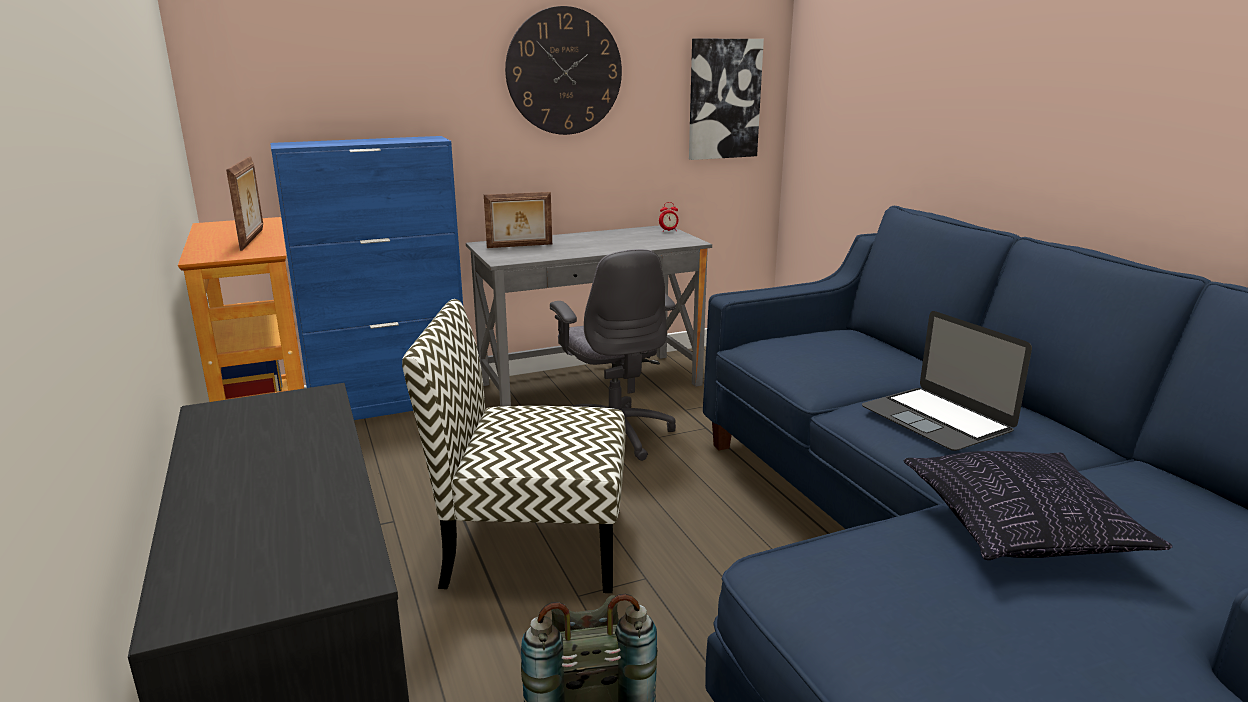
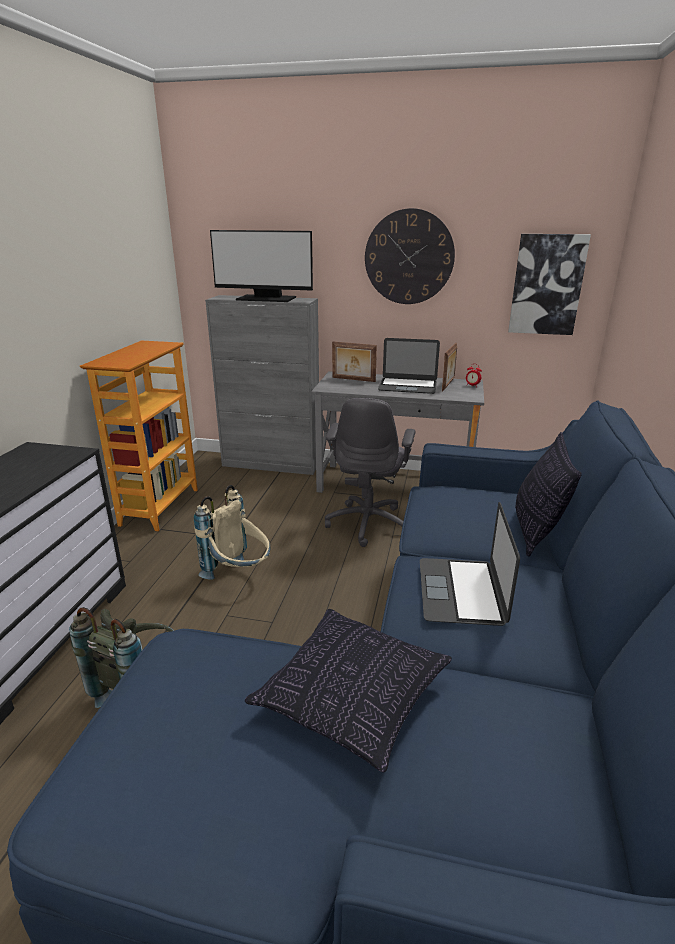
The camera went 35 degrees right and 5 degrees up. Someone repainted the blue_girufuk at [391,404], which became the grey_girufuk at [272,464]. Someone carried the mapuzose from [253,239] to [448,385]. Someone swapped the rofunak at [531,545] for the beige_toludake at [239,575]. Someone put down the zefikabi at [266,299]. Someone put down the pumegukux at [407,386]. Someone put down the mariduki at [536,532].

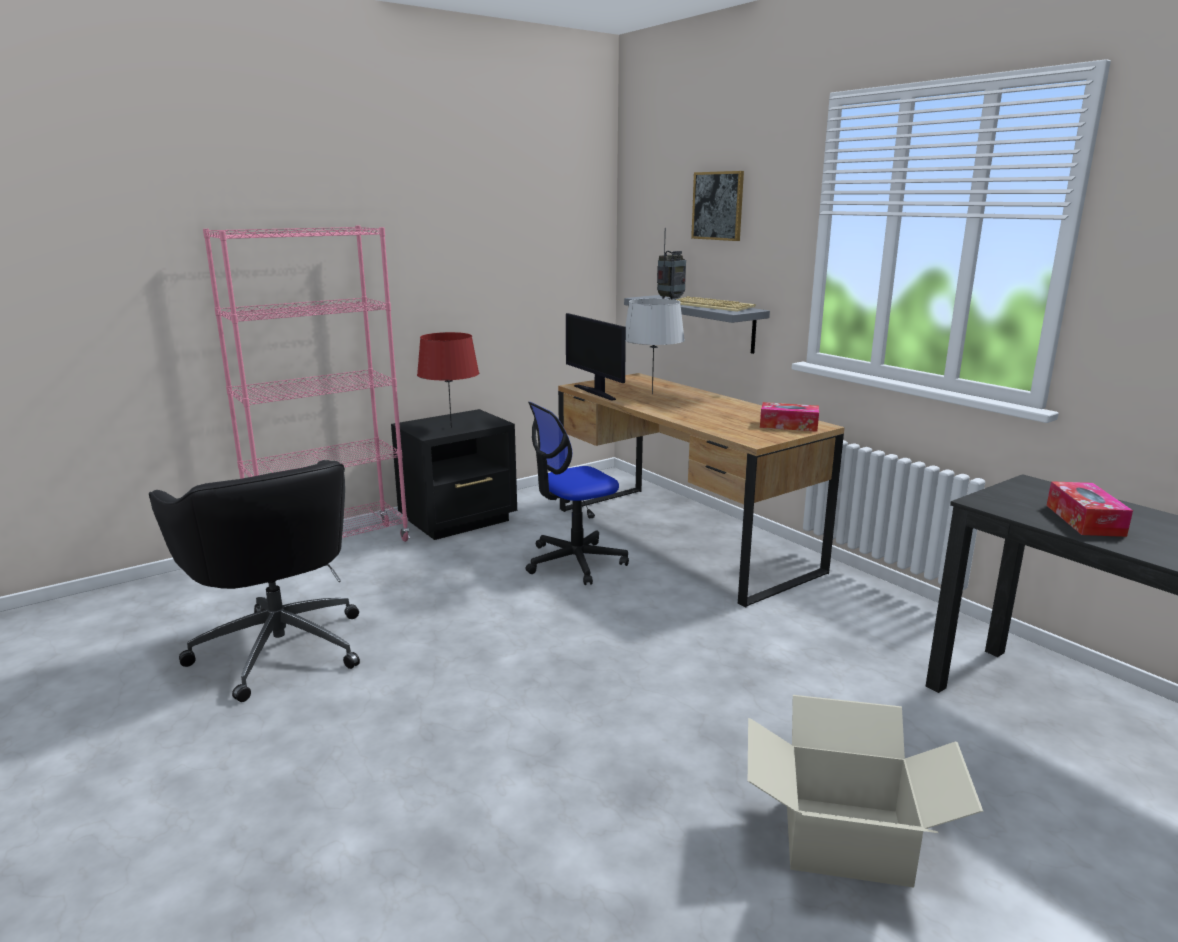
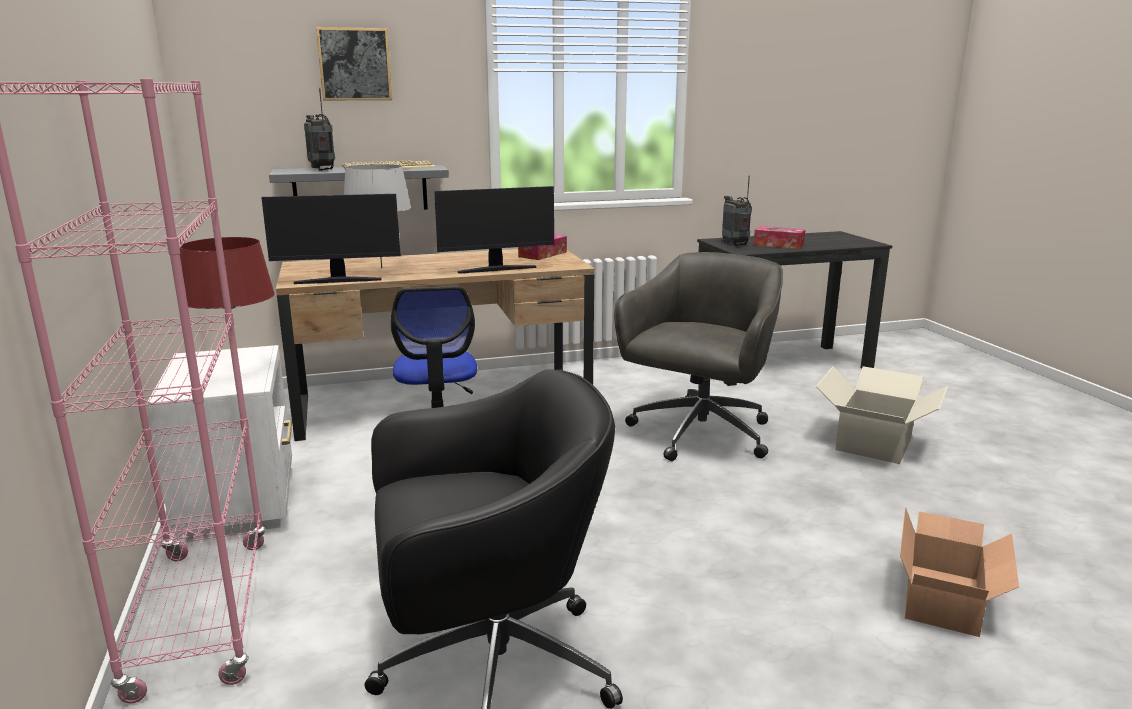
The camera went 70 degrees left and 0 degrees up. Someone repainted the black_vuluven at [460,521], which became the white_vuluven at [241,503]. Someone put down the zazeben at [735,244]. Someone put down the zefikabi at [496,269]. Someone put down the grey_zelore at [698,435]. Someone put down the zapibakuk at [947,598].

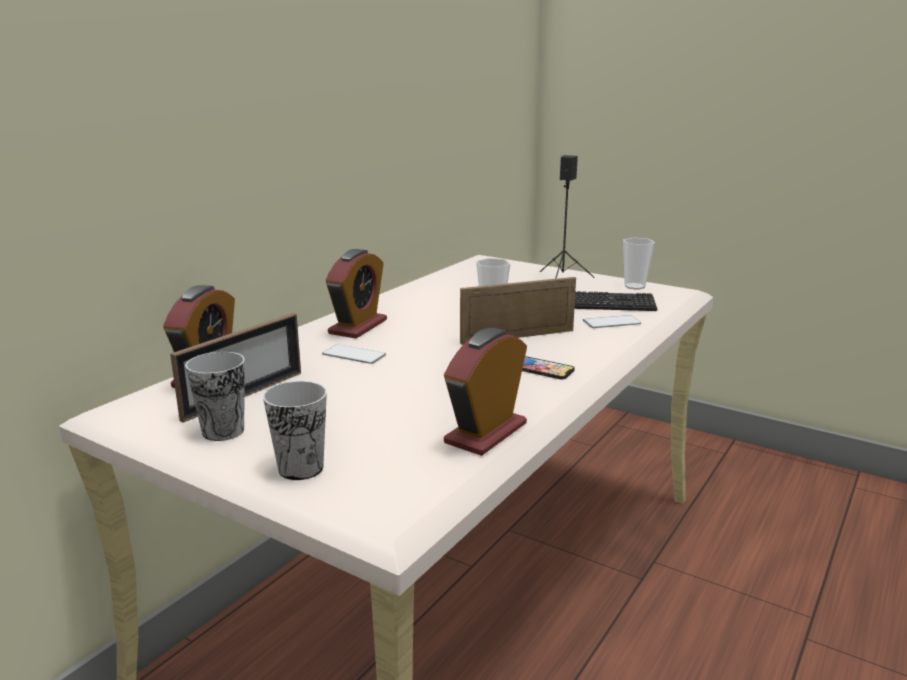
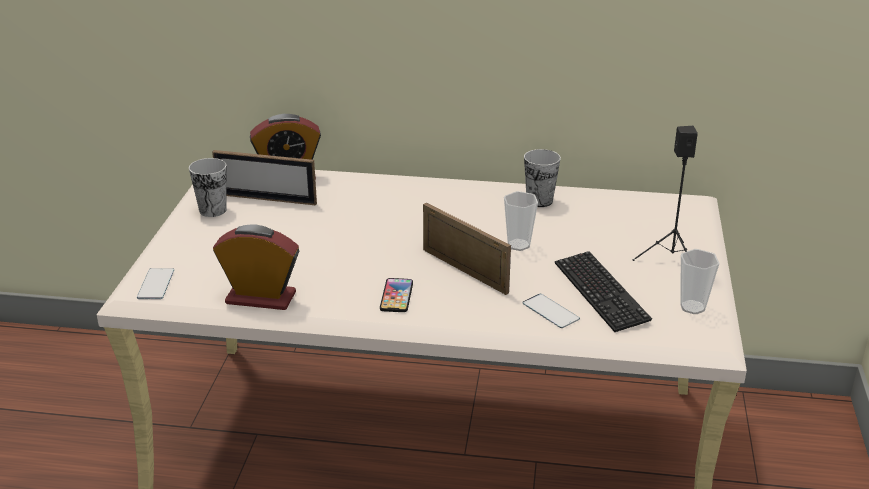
The camera went 65 degrees right and 10 degrees up. Someone took away the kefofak at [358,327]. Someone carried the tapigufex from [354,355] to [156,284]. Someone carried the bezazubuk from [301,468] to [539,201].

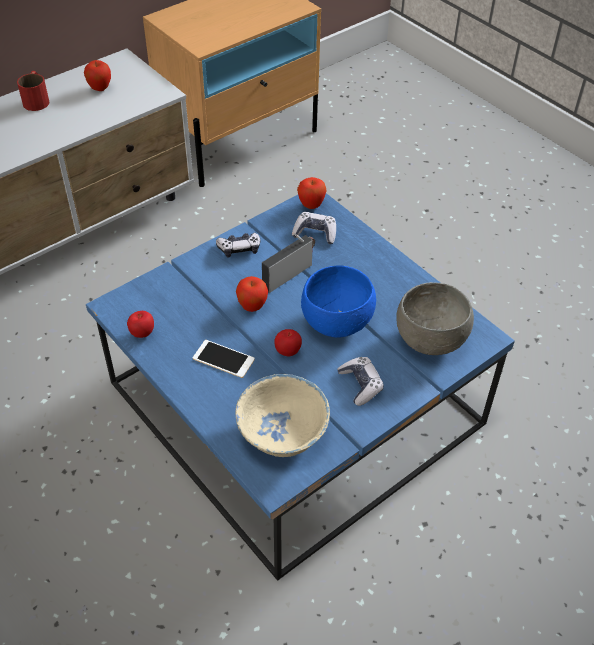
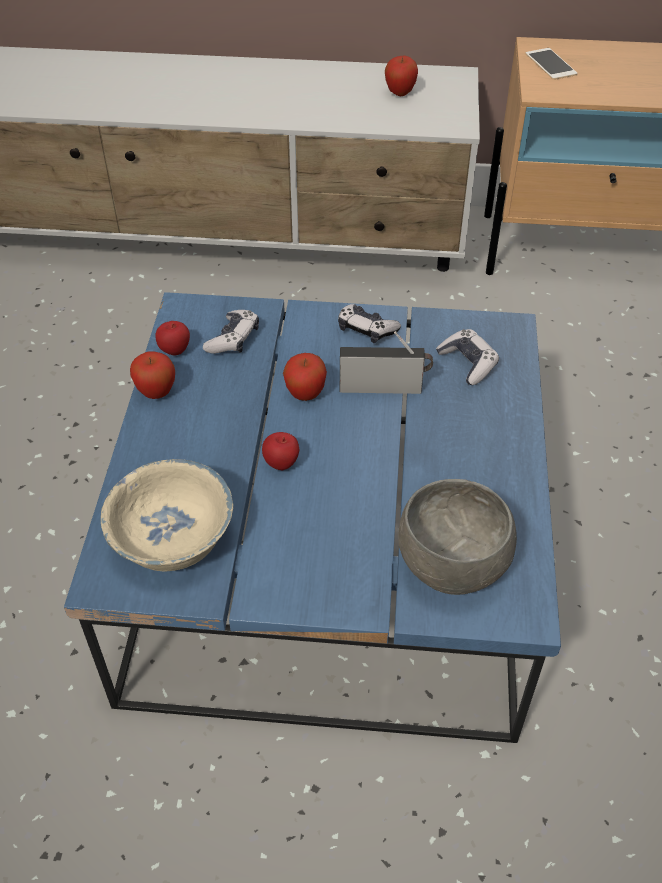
The camera went 45 degrees right and 0 degrees up. Someone took away the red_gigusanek at [37,99]. Someone carried the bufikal from [311,205] to [156,393]. Someone took away the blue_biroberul at [336,322]. Someone carried the tapigufex from [223,359] to [550,64]. Someone carried the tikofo from [360,385] to [233,339].

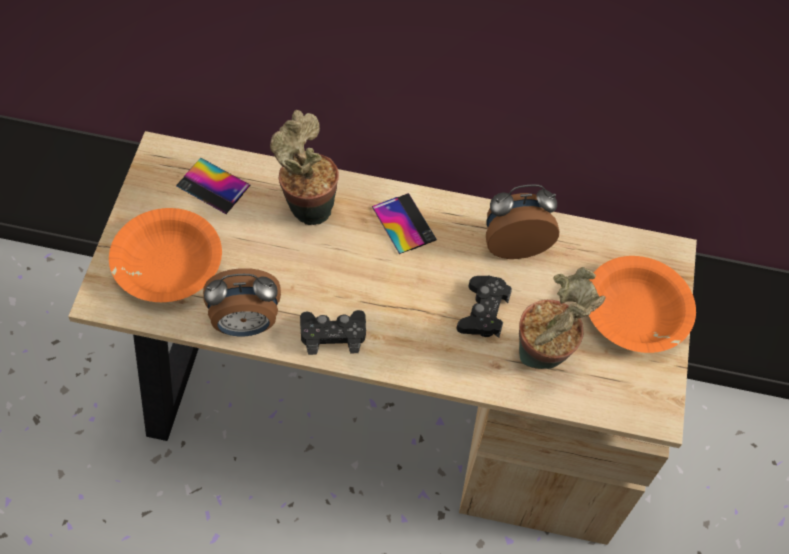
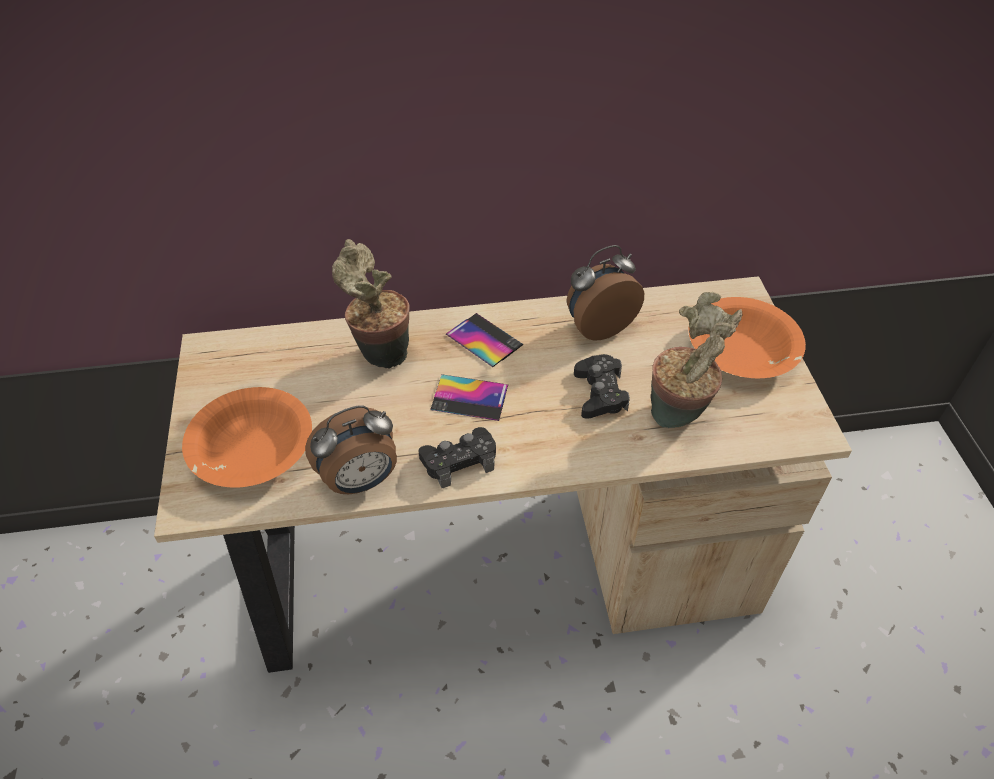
The camera went 15 degrees left and 10 degrees down. Someone carried the tapigufex from [213,186] to [469,398].

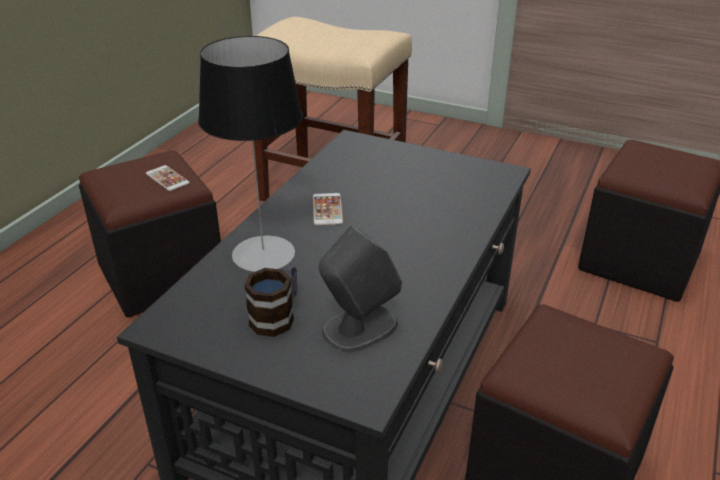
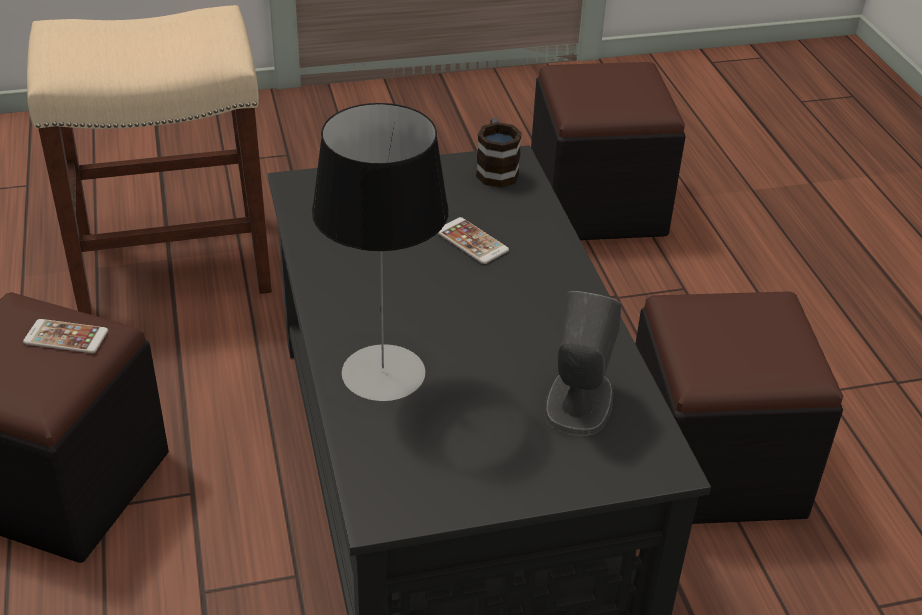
The camera went 40 degrees left and 5 degrees up. Someone carried the tapigufex from [327,210] to [471,241]. Someone carried the gigusanek from [277,316] to [496,170].

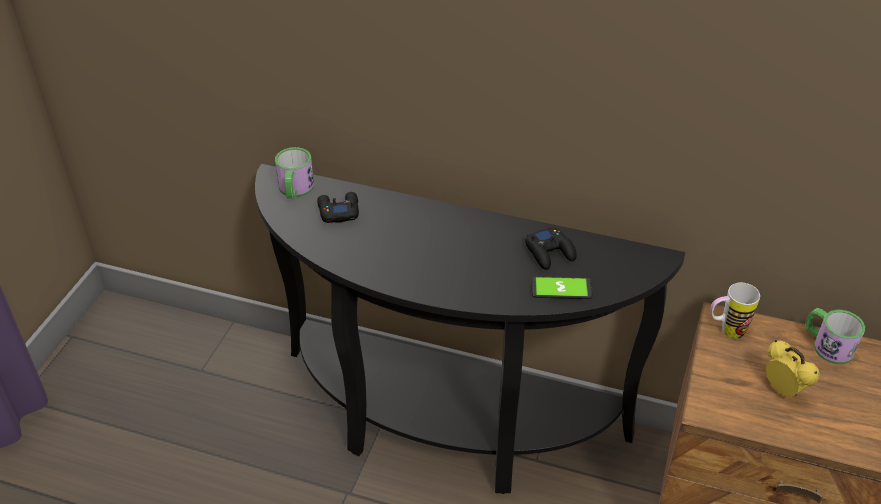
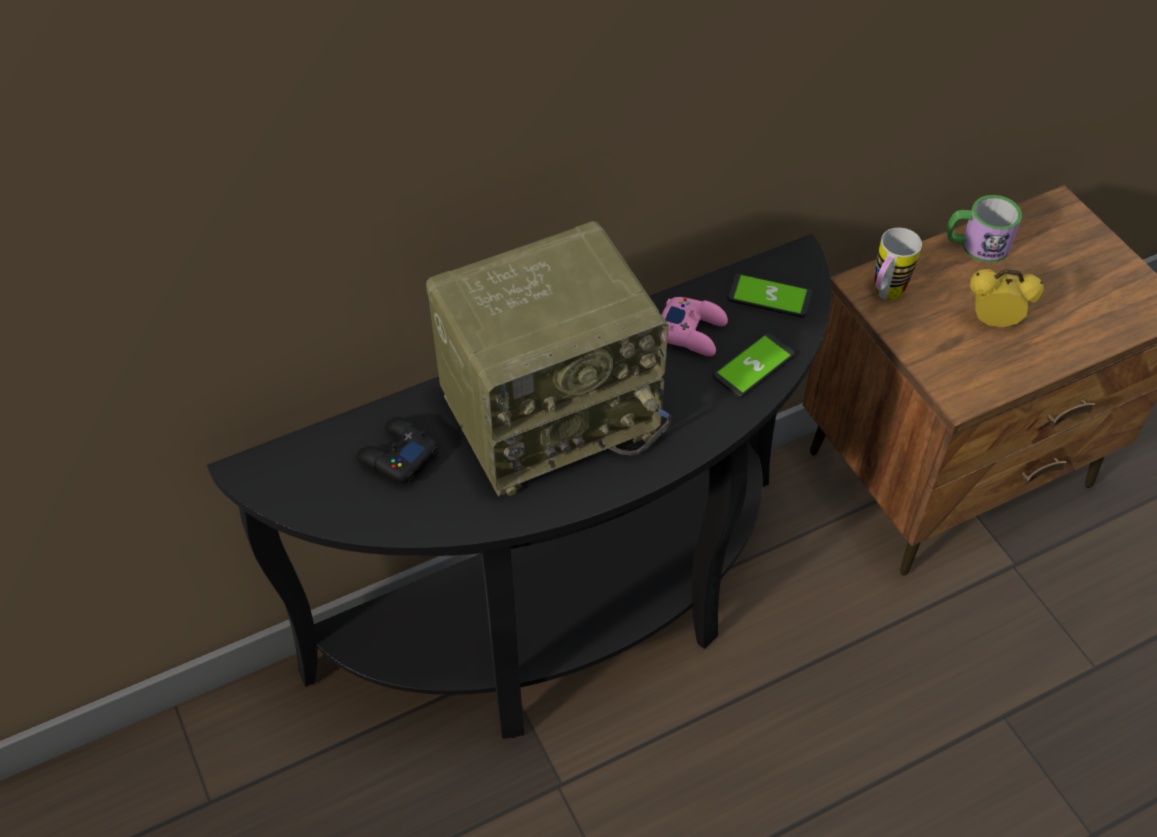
The camera went 45 degrees left and 10 degrees up. Someone took away the gigusanek at [295,190]. Someone repainted the black_tikofo at [550,253], which became the pink_tikofo at [692,331]. Someone put down the zazeben at [551,411]. Someone put down the tapigufex at [769,297].

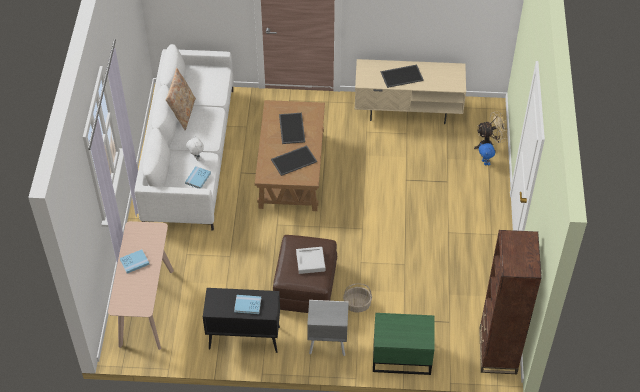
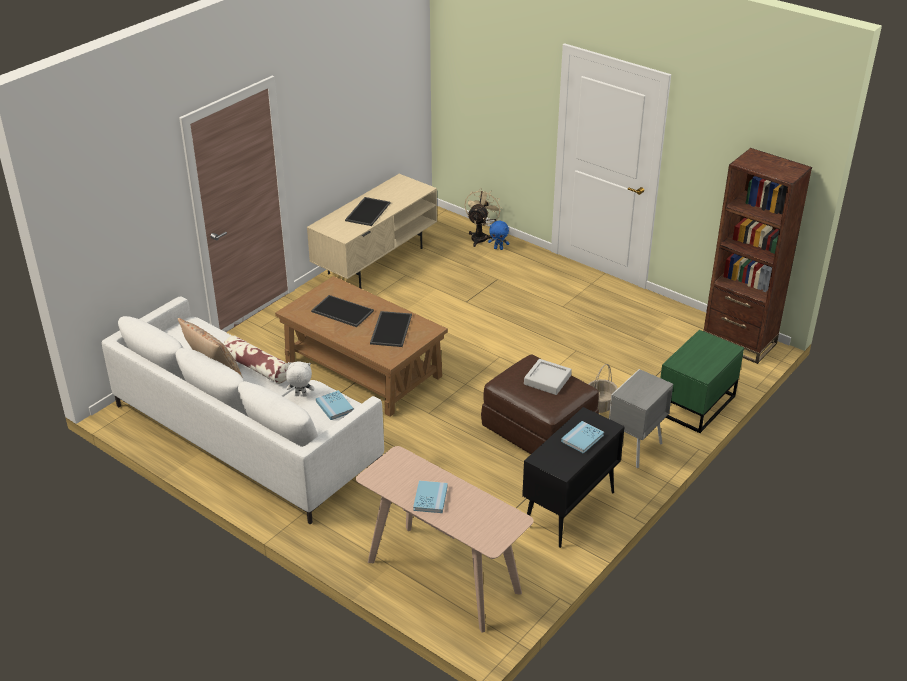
The camera went 55 degrees left and 15 degrees down. Someone put down the mariduki at [257,367].

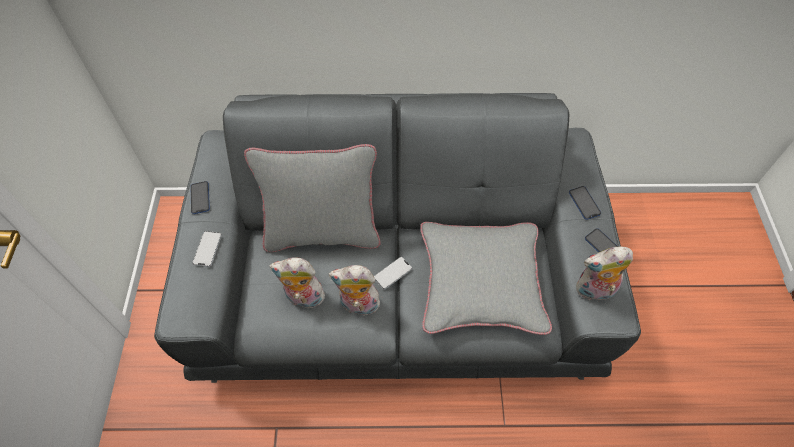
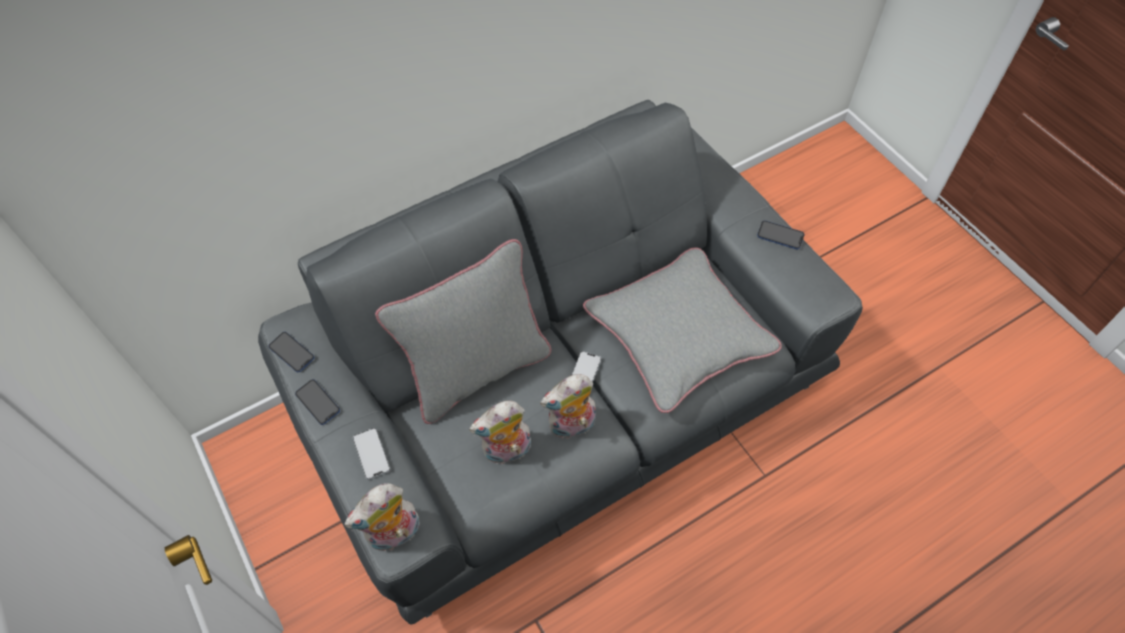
The camera went 30 degrees left and 0 degrees up. Someone carried the tapigufex from [584,203] to [291,352]. Someone carried the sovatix from [594,291] to [394,535].

